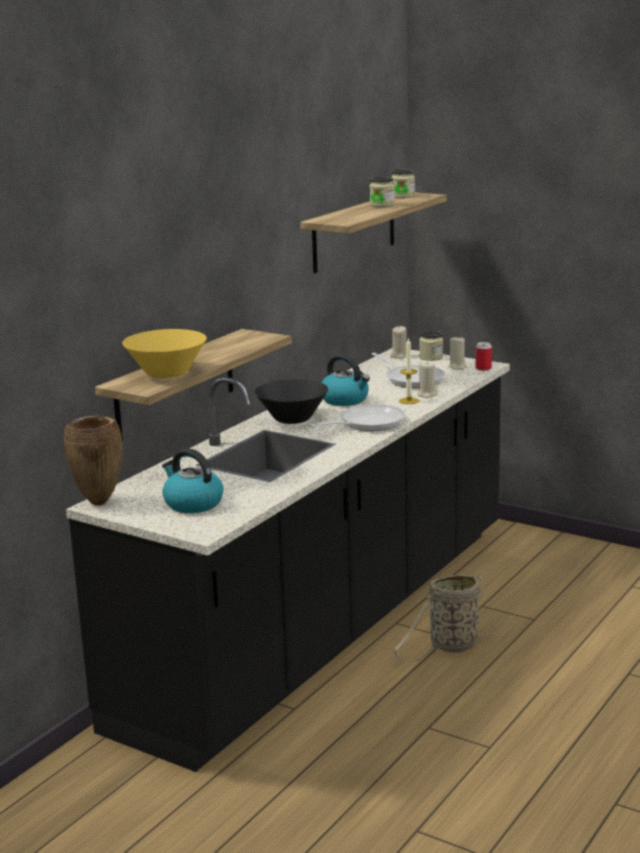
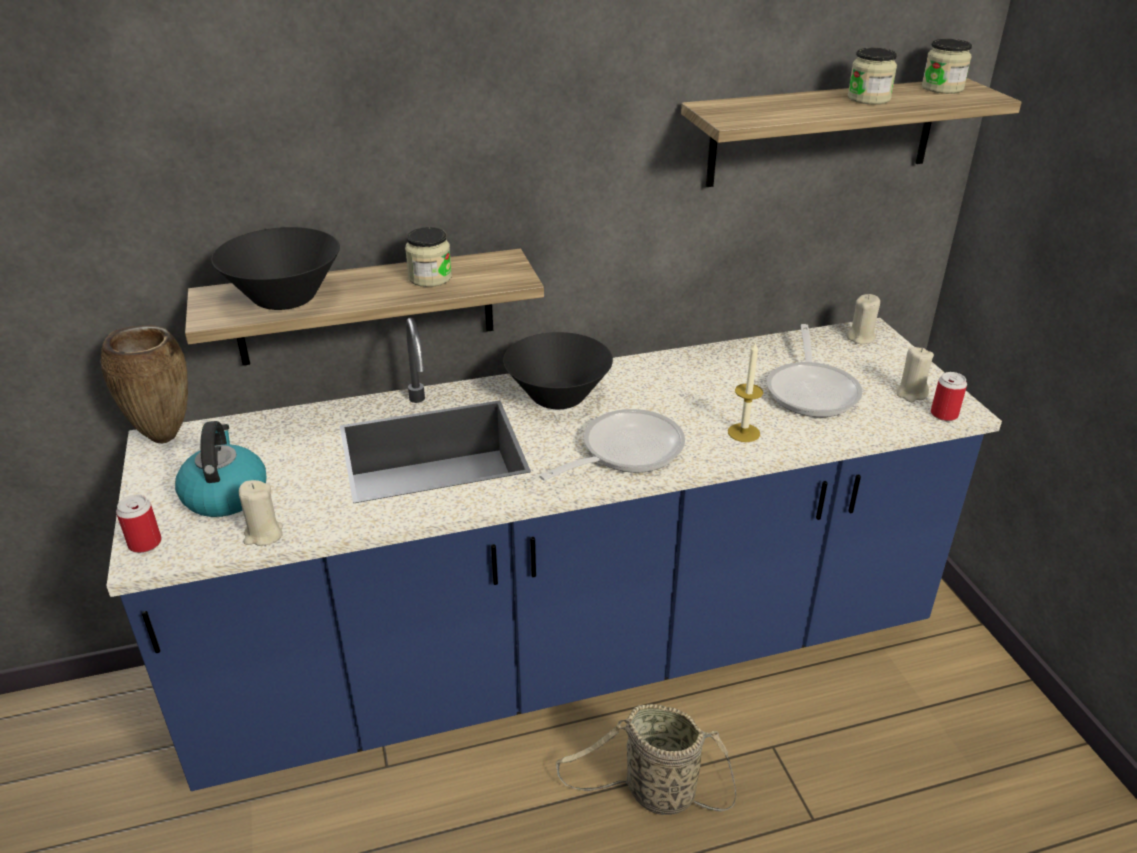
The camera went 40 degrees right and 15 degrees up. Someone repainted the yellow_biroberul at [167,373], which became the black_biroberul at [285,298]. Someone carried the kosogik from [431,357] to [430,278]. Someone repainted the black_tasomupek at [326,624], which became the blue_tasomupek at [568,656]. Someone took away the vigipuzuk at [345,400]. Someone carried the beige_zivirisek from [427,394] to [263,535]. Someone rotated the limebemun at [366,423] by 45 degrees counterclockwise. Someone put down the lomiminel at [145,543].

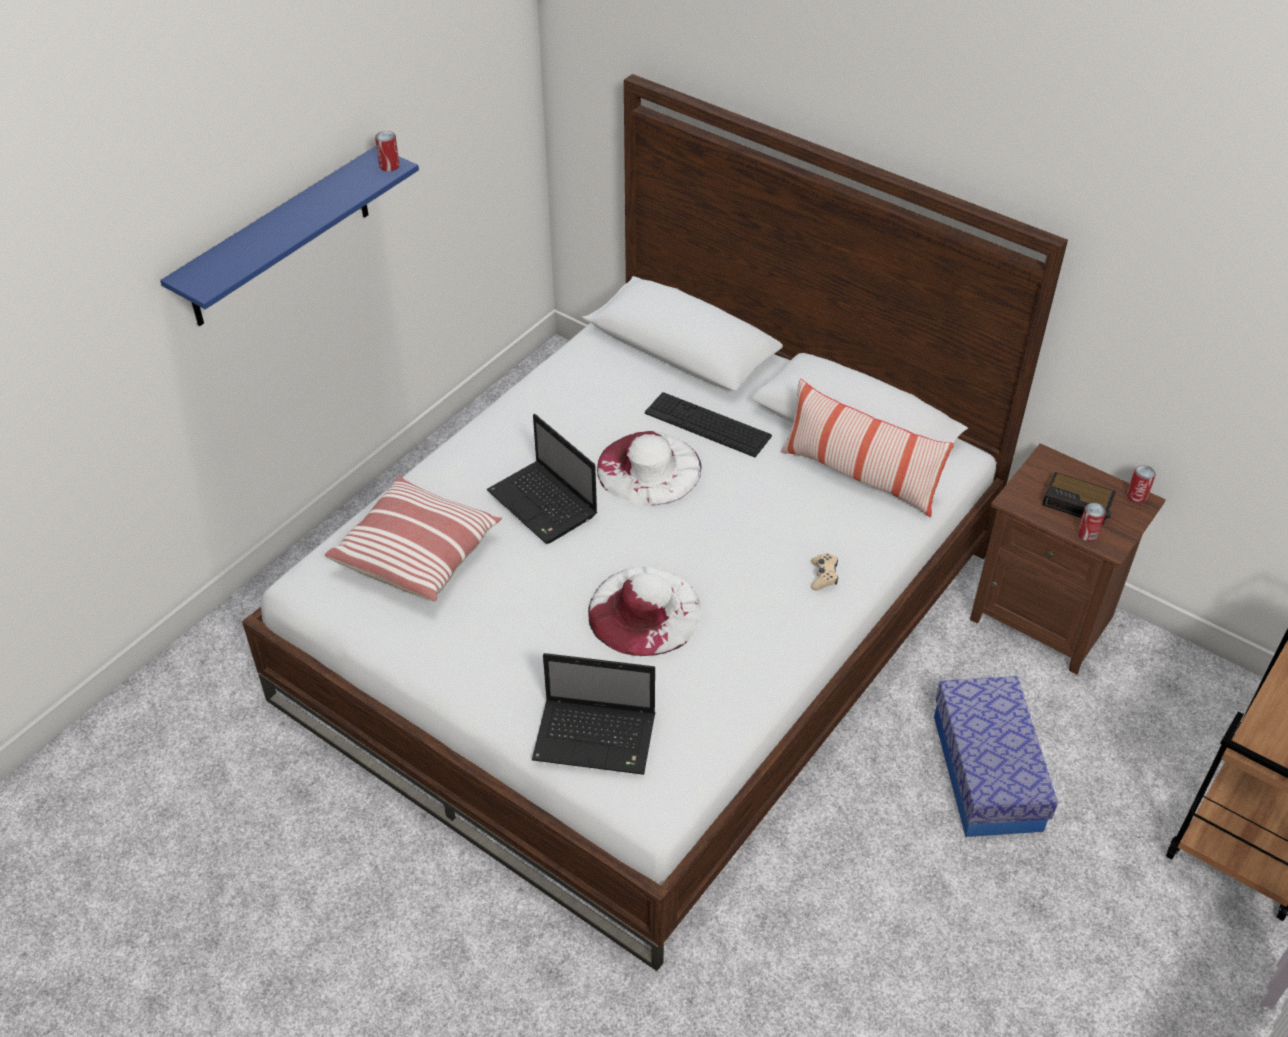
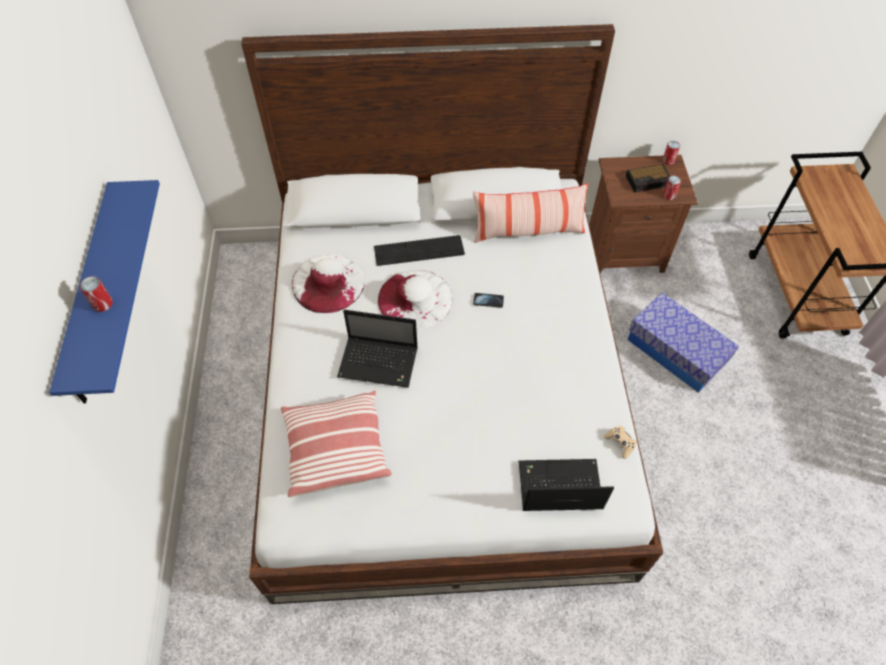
The camera went 40 degrees left and 10 degrees up. Someone carried the lomiminel from [389,166] to [103,304]. Someone carried the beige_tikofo from [823,576] to [620,443]. Someone carried the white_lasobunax from [644,611] to [328,283]. Someone rotated the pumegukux at [597,738] by 150 degrees counterclockwise. Someone put down the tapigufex at [488,301].

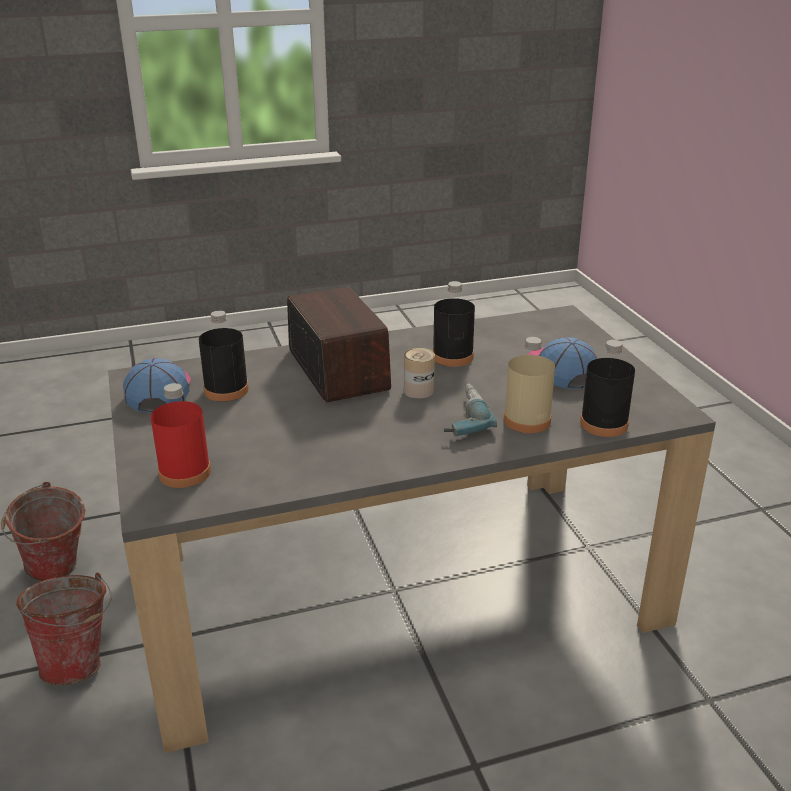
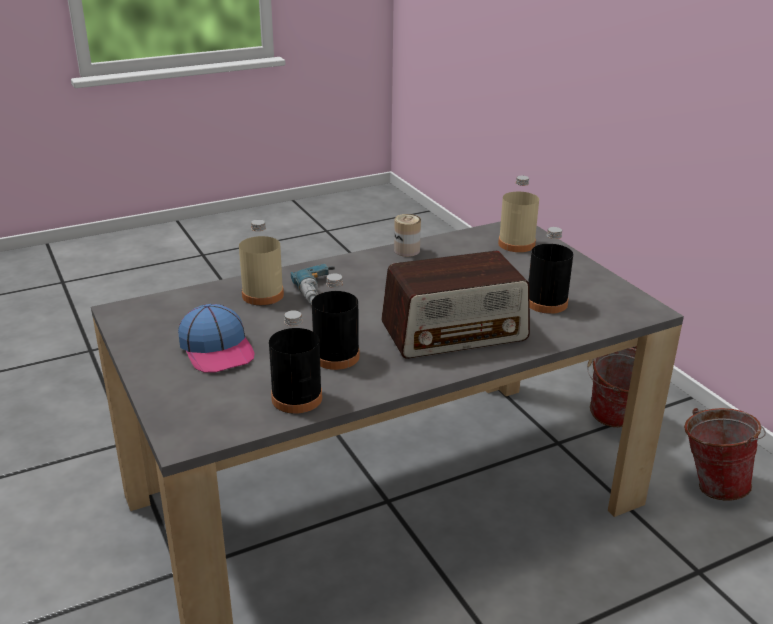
The camera went 170 degrees right and 0 degrees up. Someone rotated the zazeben at [338,369] by 75 degrees counterclockwise. Someone carried the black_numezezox from [604,424] to [297,398]. Someone carried the lomiminel from [418,391] to [407,251]. Someone took away the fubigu at [158,391]. Someone repainted the red_numezezox at [185,473], which became the beige_numezezox at [516,244].

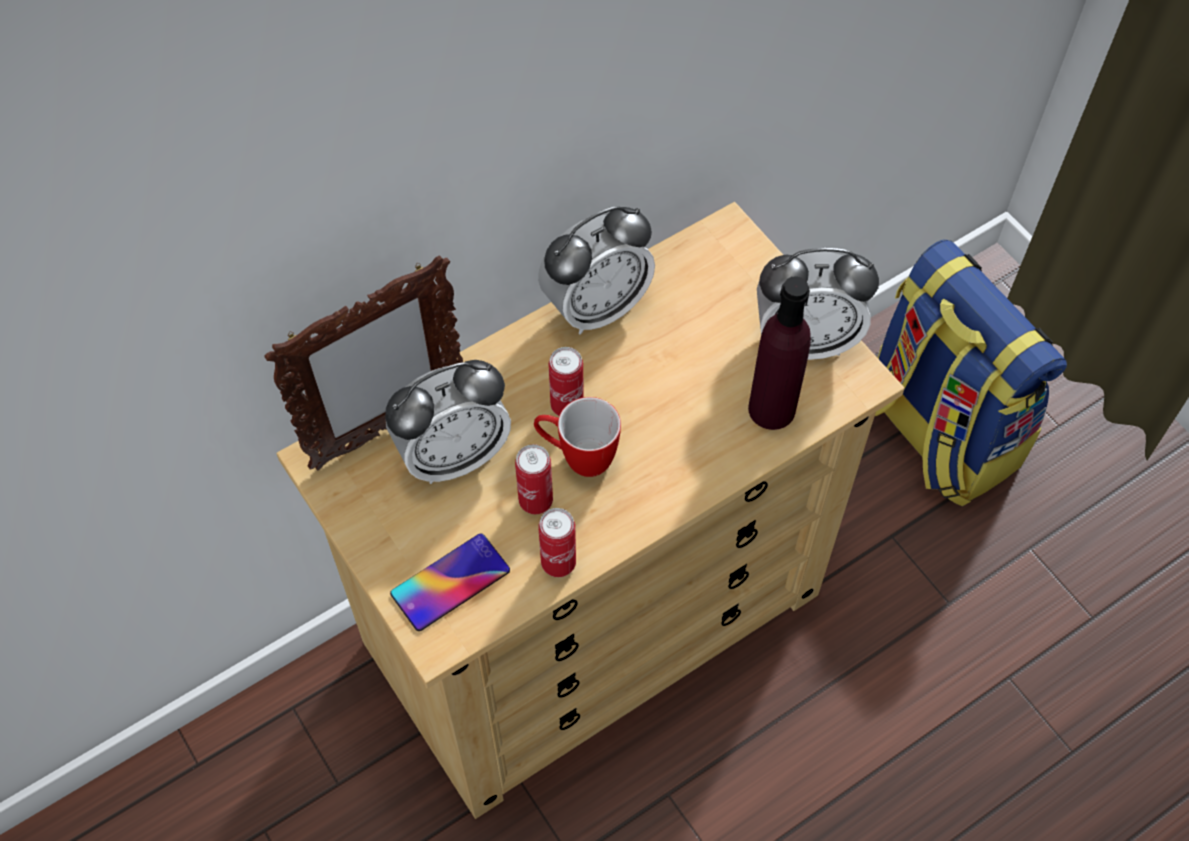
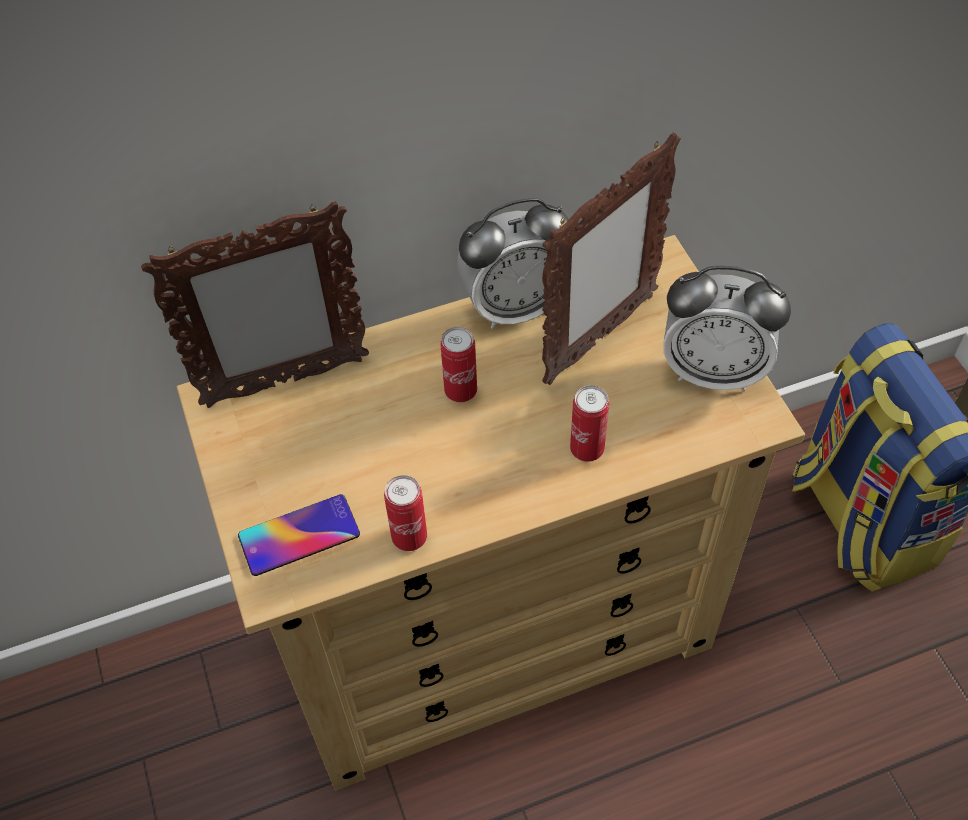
The camera went 15 degrees right and 5 degrees down. Someone took away the purple_numezezox at [771,409]. Someone took away the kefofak at [453,455]. Someone took away the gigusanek at [577,457]. Someone carried the lomiminel from [535,501] to [587,449]. Someone put down the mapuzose at [599,339].

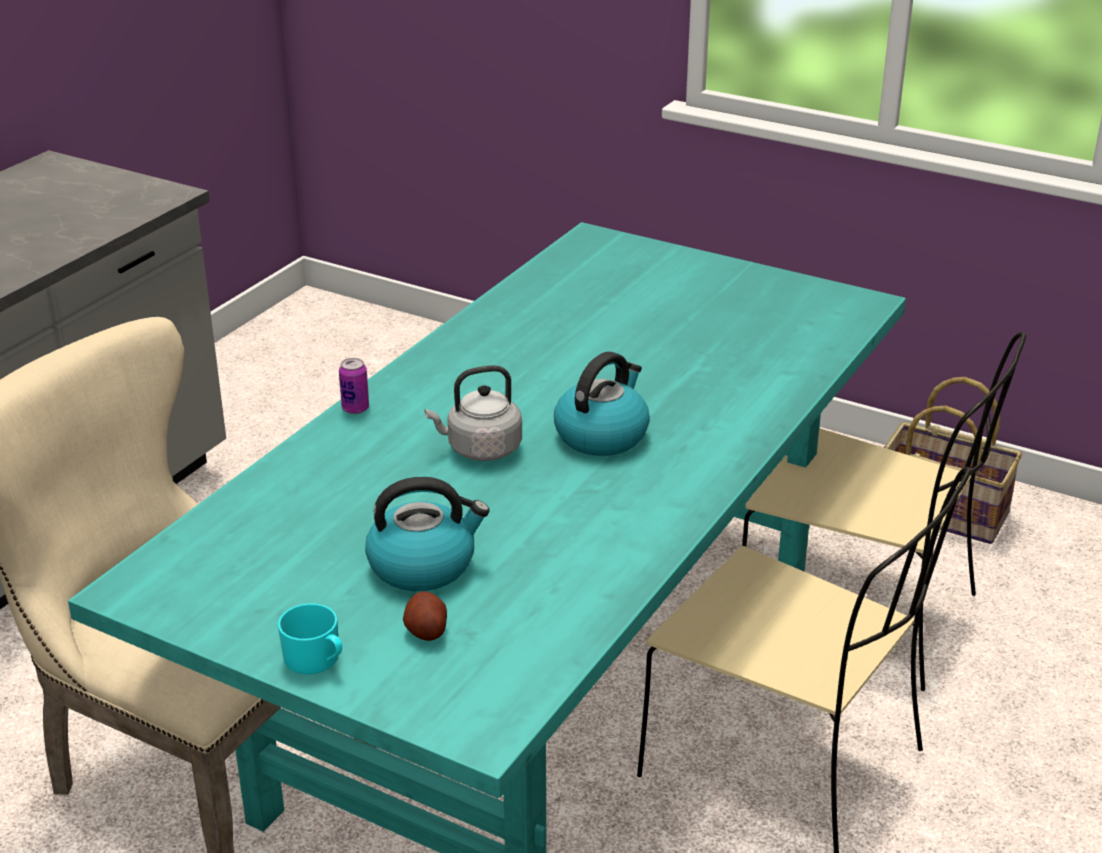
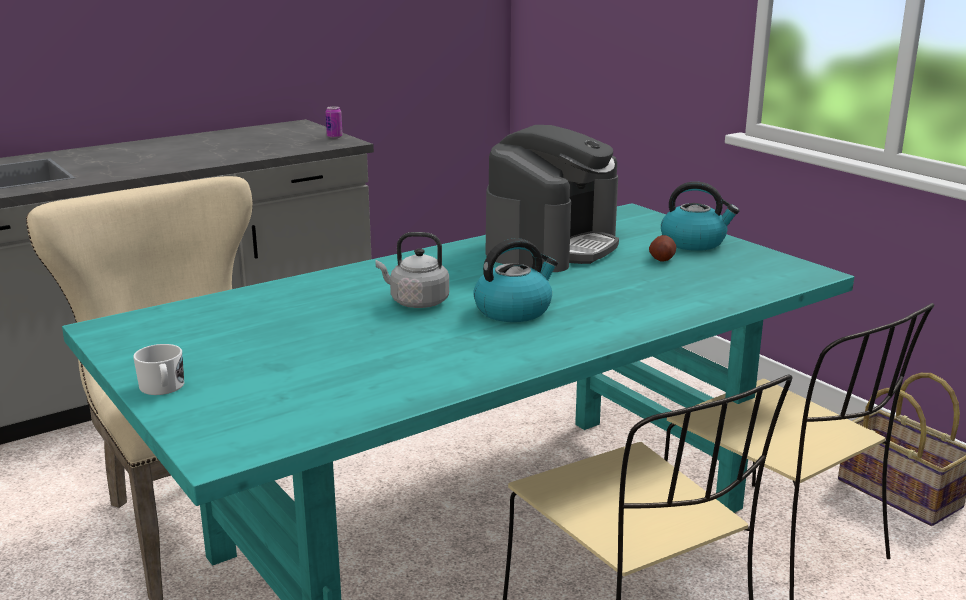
The camera went 25 degrees right and 10 degrees down. Someone carried the lomiminel from [355,408] to [334,137]. Someone carried the vigipuzuk from [423,565] to [694,242]. Someone carried the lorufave from [426,631] to [662,259]. Someone repainted the turquoise_gigusanek at [316,660], which became the white_gigusanek at [163,388]. Someone put down the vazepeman at [552,246].

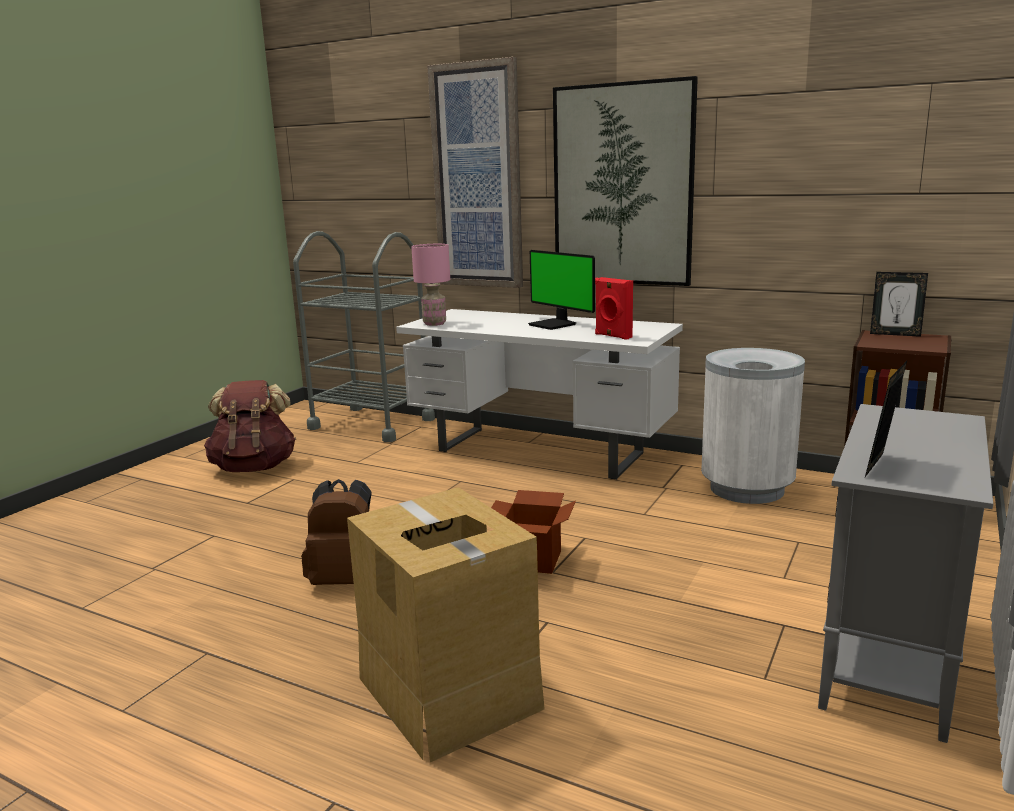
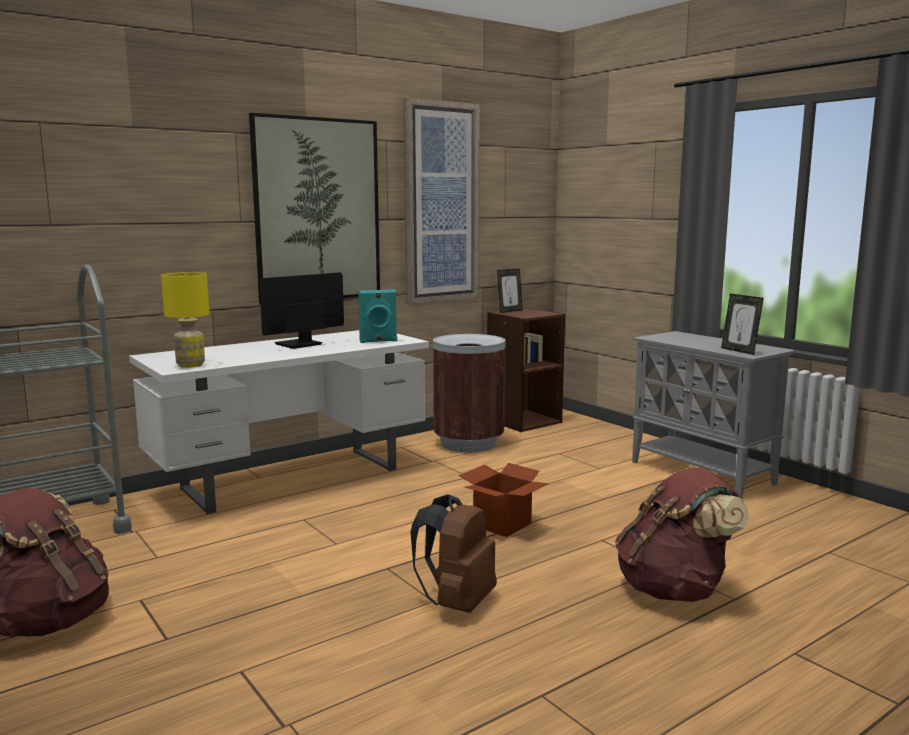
The camera went 65 degrees left and 5 degrees down. Someone carried the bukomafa from [477,177] to [441,203]. Someone repainted the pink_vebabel at [435,324], which became the yellow_vebabel at [191,365]. Someone rotated the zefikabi at [554,324] by 150 degrees clockwise. Someone repainted the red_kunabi at [612,336], which became the turquoise_kunabi at [378,341]. Someone repainted the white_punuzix at [747,489], which became the brown_punuzix at [468,443]. Someone swapped the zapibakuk at [448,692] for the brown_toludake at [675,590].

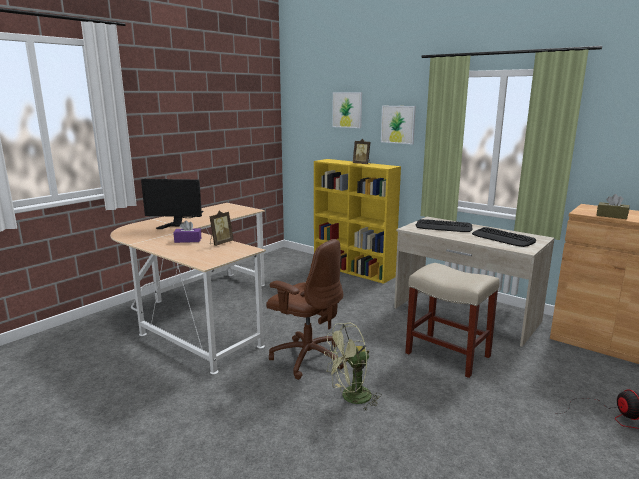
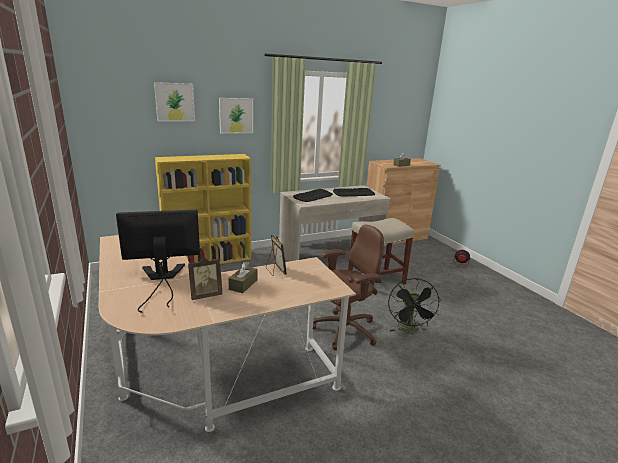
The camera went 65 degrees left and 5 degrees up. Someone carried the mapuzose from [362,164] to [205,295]. Someone rotated the zefikabi at [179,224] by 135 degrees counterclockwise. Someone repainted the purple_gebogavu at [188,240], which became the brown_gebogavu at [243,284]. Someone repainted the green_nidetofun at [350,398], which became the black_nidetofun at [409,331].

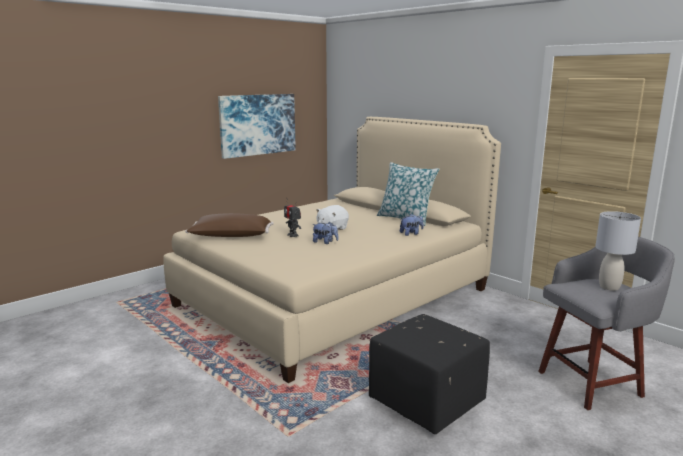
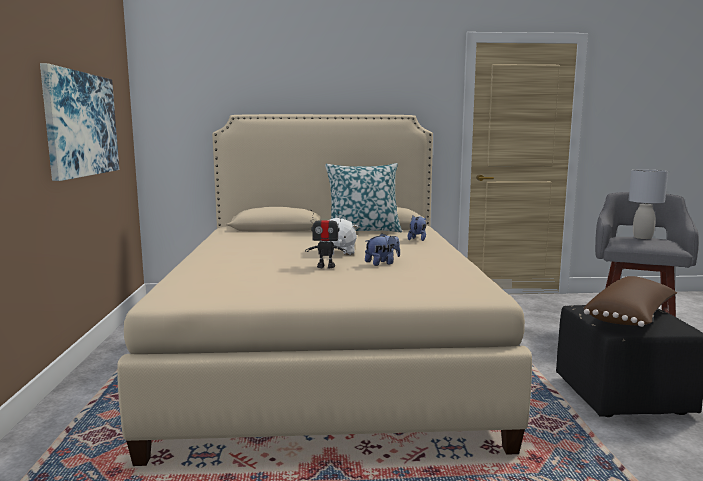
The camera went 50 degrees left and 5 degrees down. Someone carried the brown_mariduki from [231,237] to [632,317].

